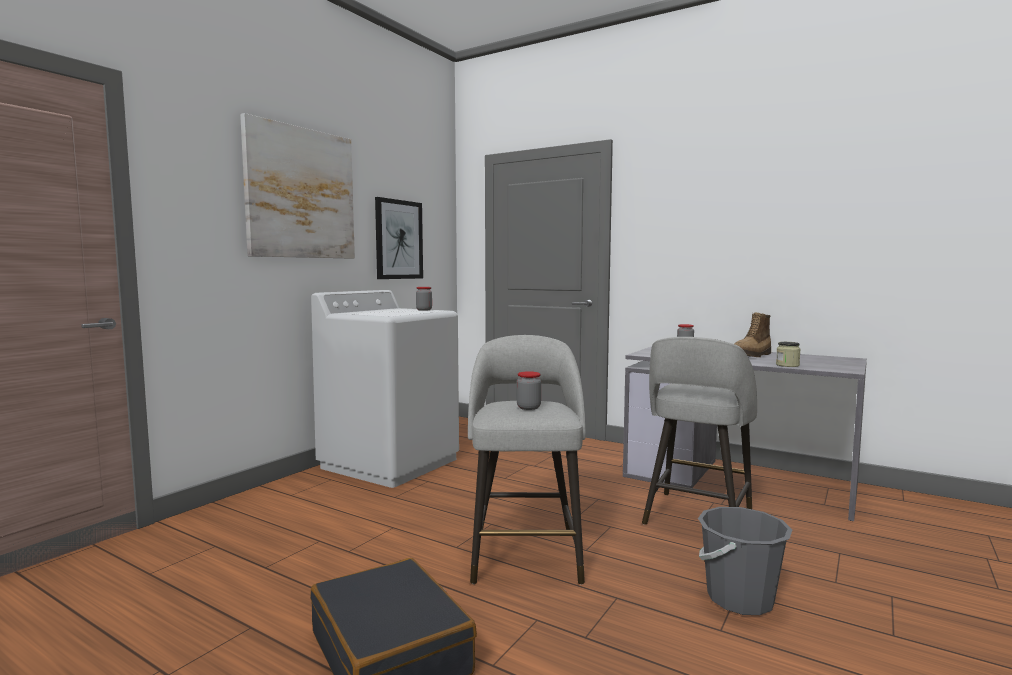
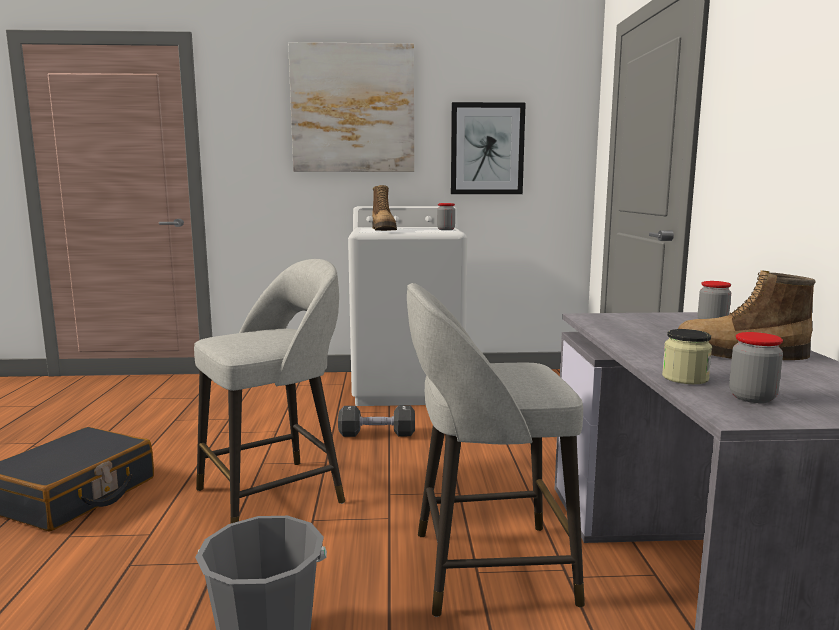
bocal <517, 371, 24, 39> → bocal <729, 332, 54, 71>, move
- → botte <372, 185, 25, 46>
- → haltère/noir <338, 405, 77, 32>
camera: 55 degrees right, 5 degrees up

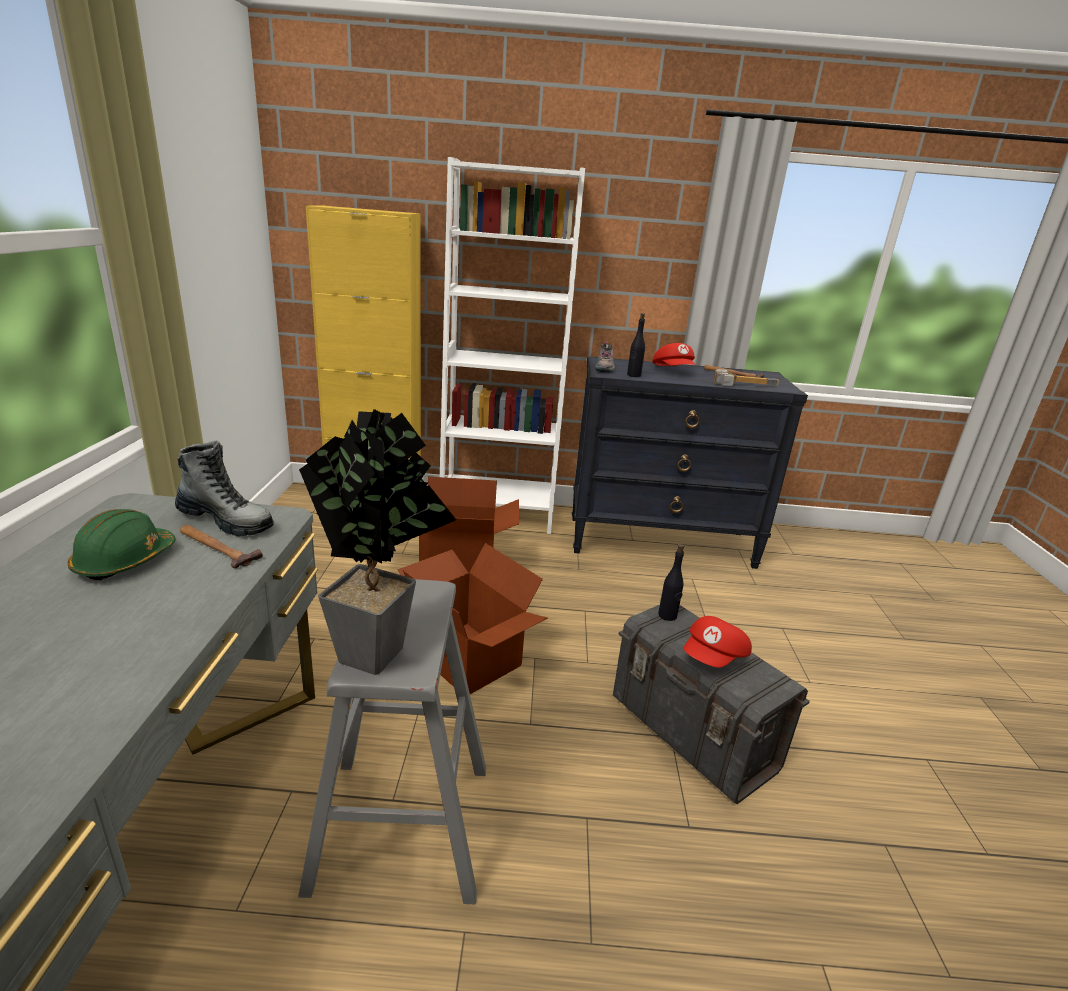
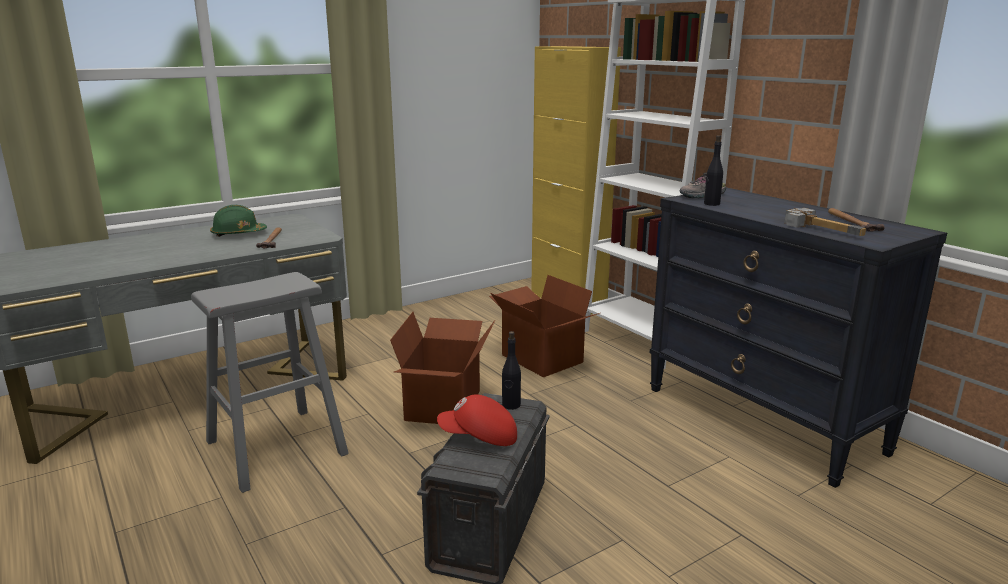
casquette/rouge <652, 343, 44, 23> → -
plante en pot <299, 409, 157, 266> → -
botte <175, 440, 99, 96> → -
camera: 55 degrees right, 5 degrees down

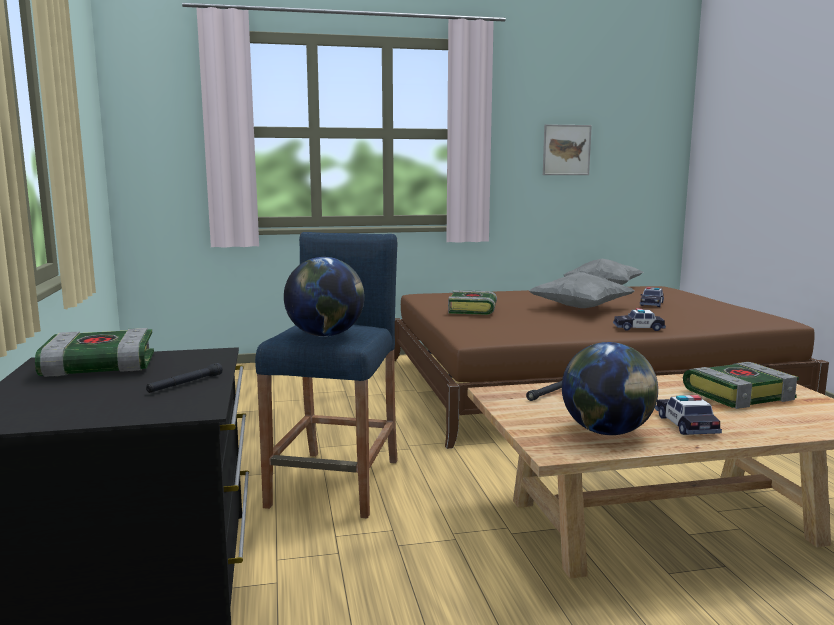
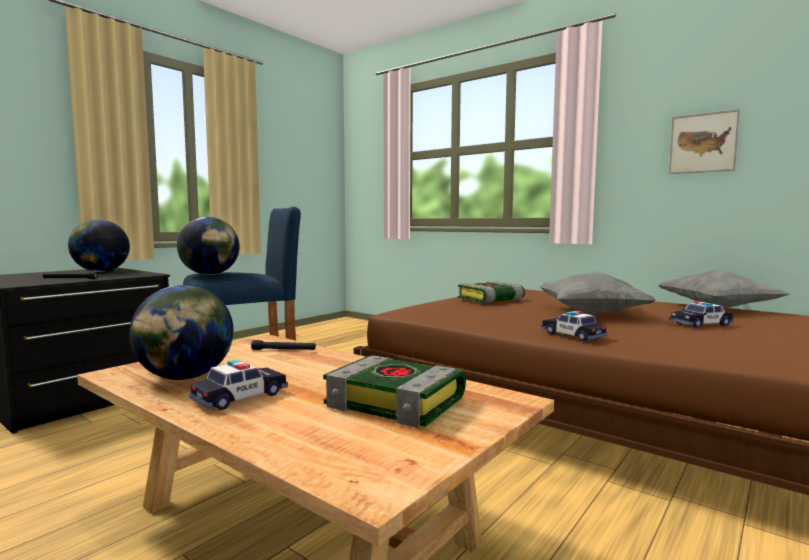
livre <35, 328, 119, 49> → globe <68, 219, 62, 53>
camera: 50 degrees right, 5 degrees down

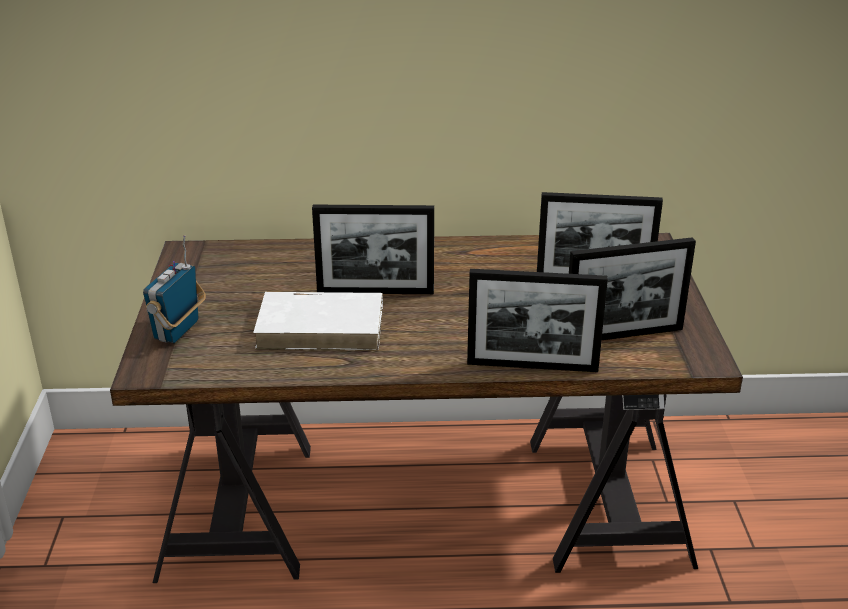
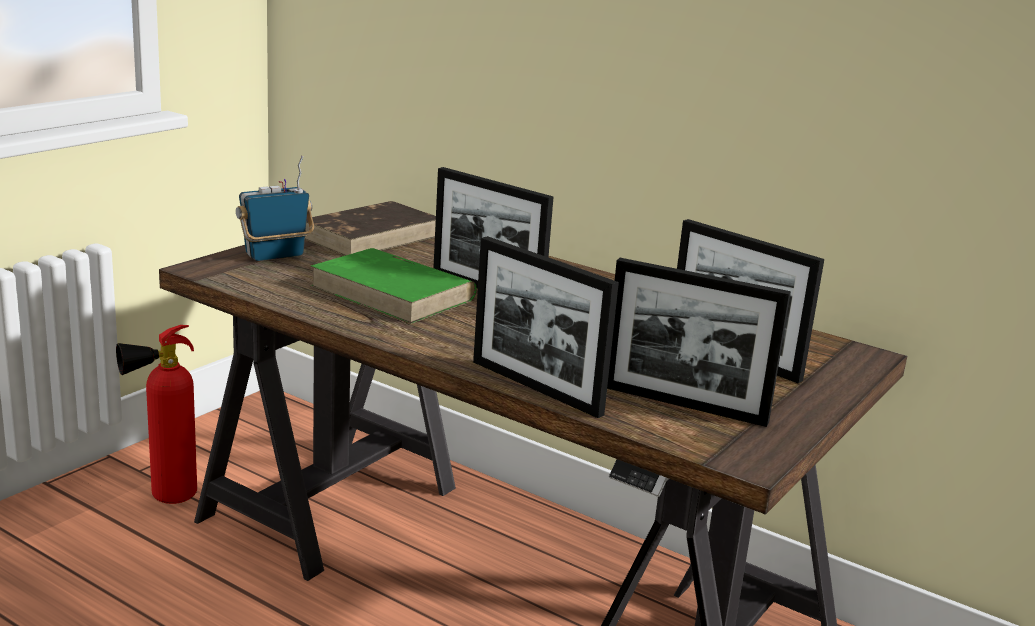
livre/blanc <253, 292, 130, 58> → livre/vert <310, 248, 167, 76>
- → livre/marron <305, 201, 131, 55>
- → extincteur <116, 325, 81, 179>
camera: 35 degrees right, 10 degrees down

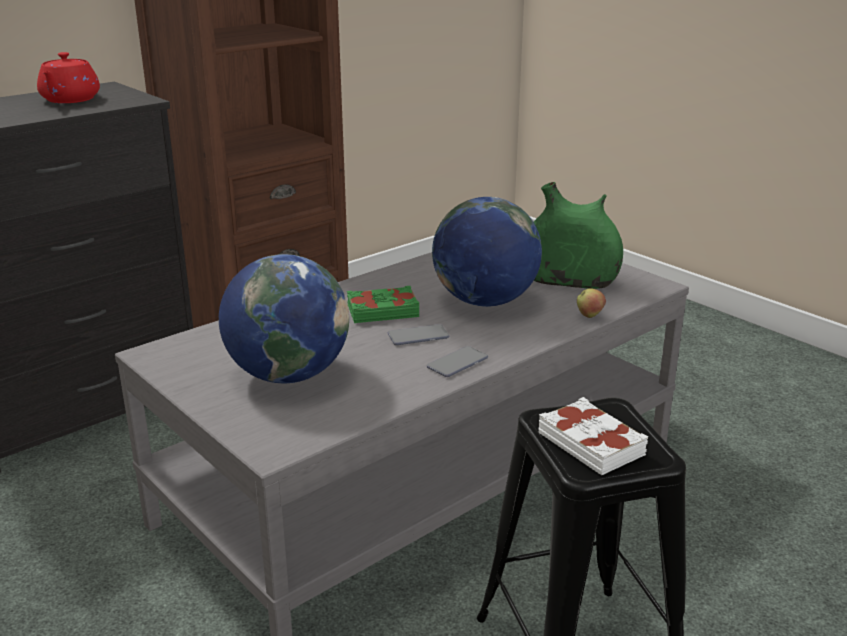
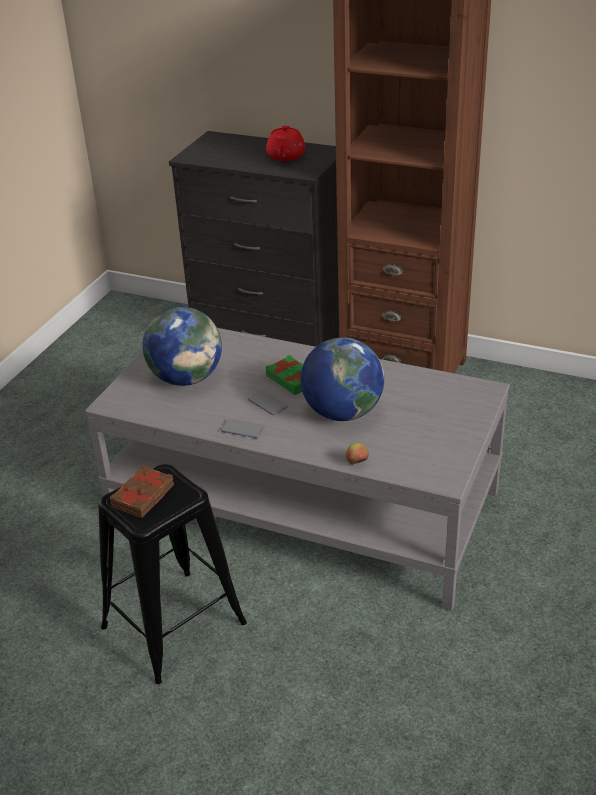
théière/rouge <37, 52, 63, 51> → théière/rouge <266, 126, 39, 35>, 60 degrees counterclockwise
vase/vert <534, 182, 89, 107> → -
livre/blanc <538, 397, 110, 78> → livre/marron <110, 465, 64, 53>
camera: 65 degrees right, 10 degrees up

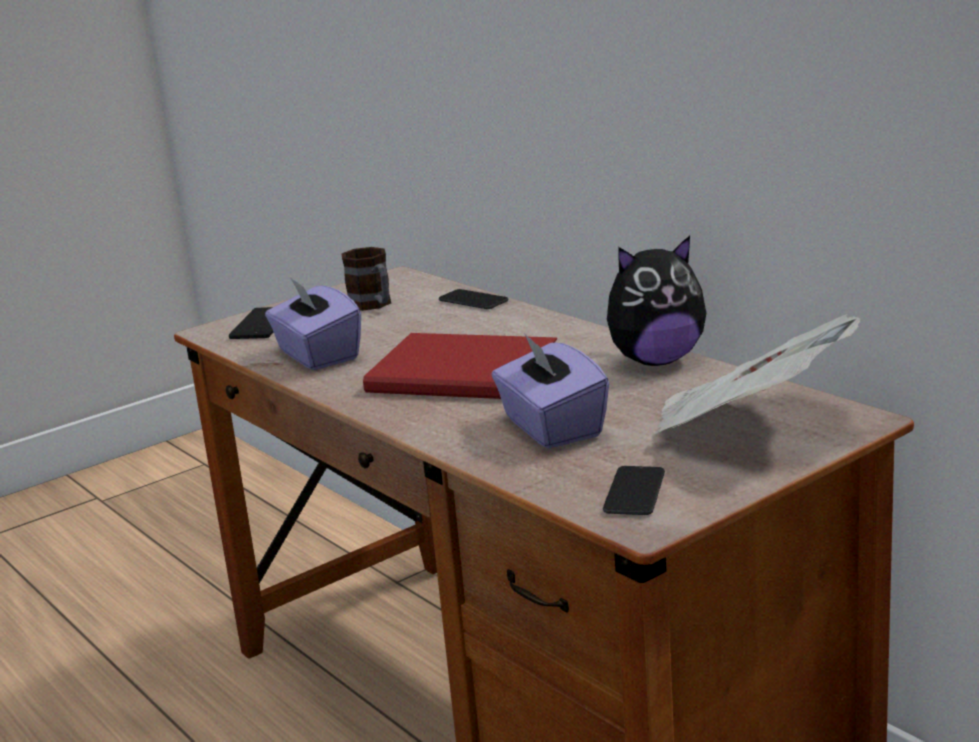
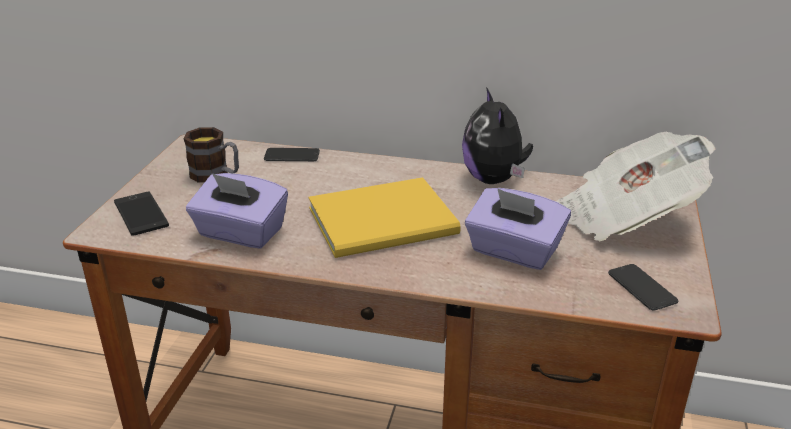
peluche <607, 236, 99, 130> → peluche <462, 87, 71, 97>, 135 degrees clockwise
livre/rouge <363, 333, 194, 66> → livre/jaune <309, 177, 152, 81>
camera: 40 degrees left, 10 degrees up

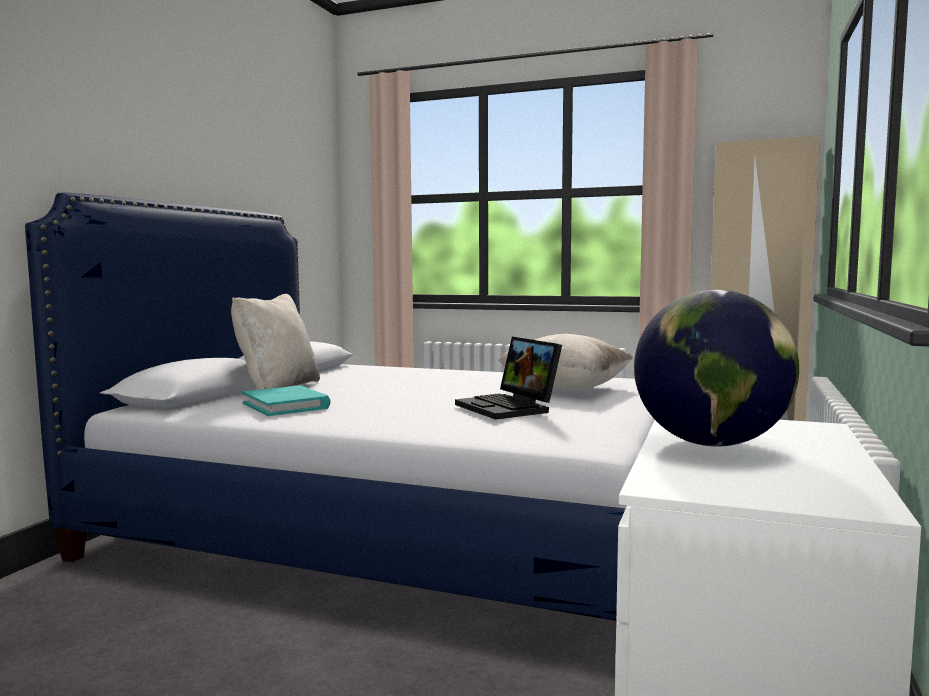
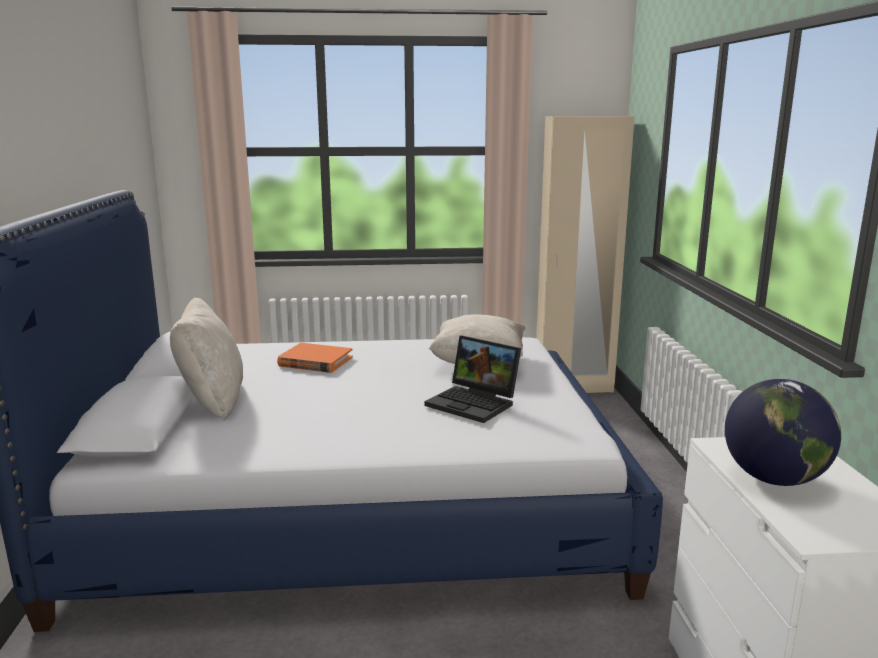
livre/turquoise <242, 385, 89, 31> → -
- → livre/orange <277, 343, 76, 30>
camera: 25 degrees left, 10 degrees up

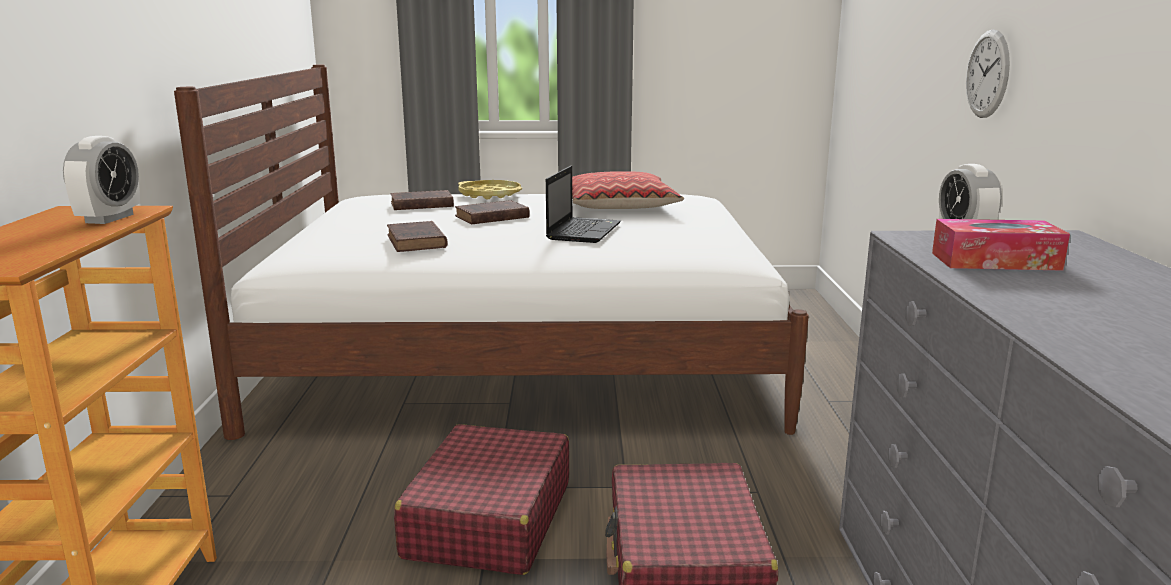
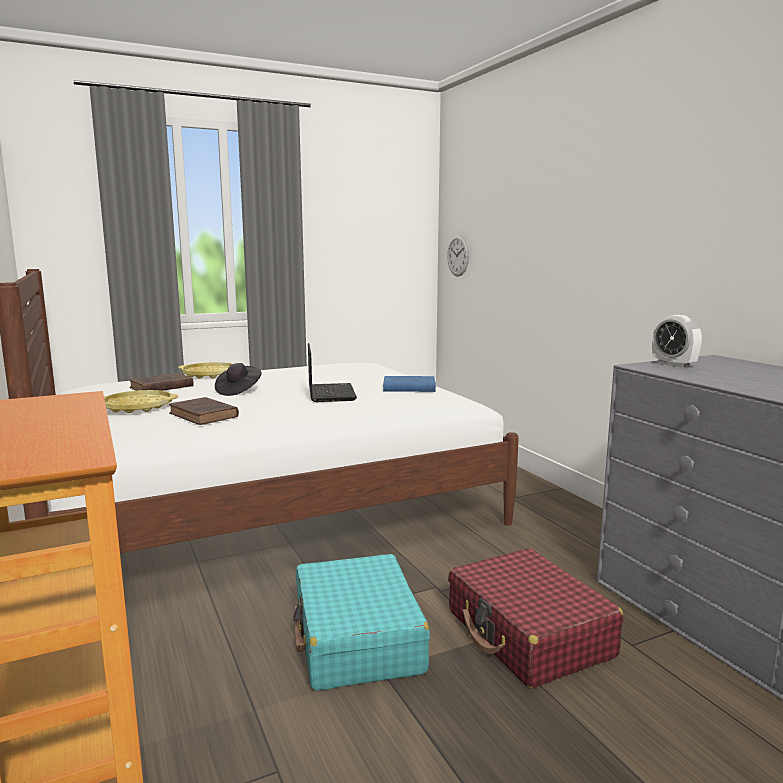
horloge murale <966, 29, 44, 89> → horloge murale <447, 235, 22, 42>, move
réveil <63, 136, 77, 88> → -
coussin <572, 171, 112, 38> → -
livre/marron <455, 200, 75, 24> → chapeau/noir <215, 363, 47, 33>
boîte à mouchoirs <932, 219, 138, 52> → -
valise/rouge <394, 424, 175, 151> → valise/turquoise <293, 554, 137, 137>
- → livre/bleu <383, 376, 53, 16>
- → plateau/jaune <104, 390, 74, 23>
camera: 25 degrees left, 5 degrees down

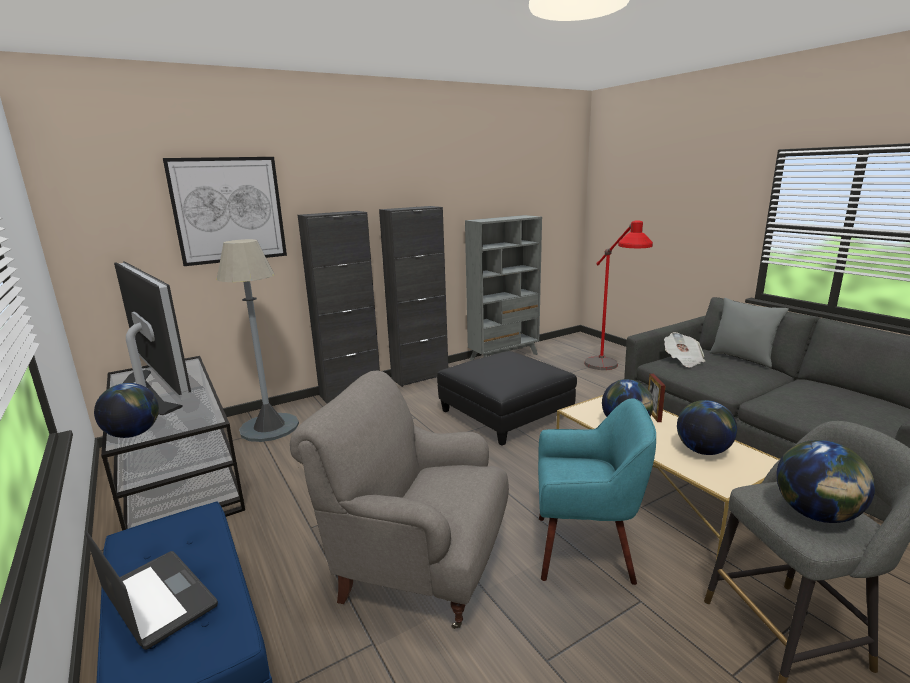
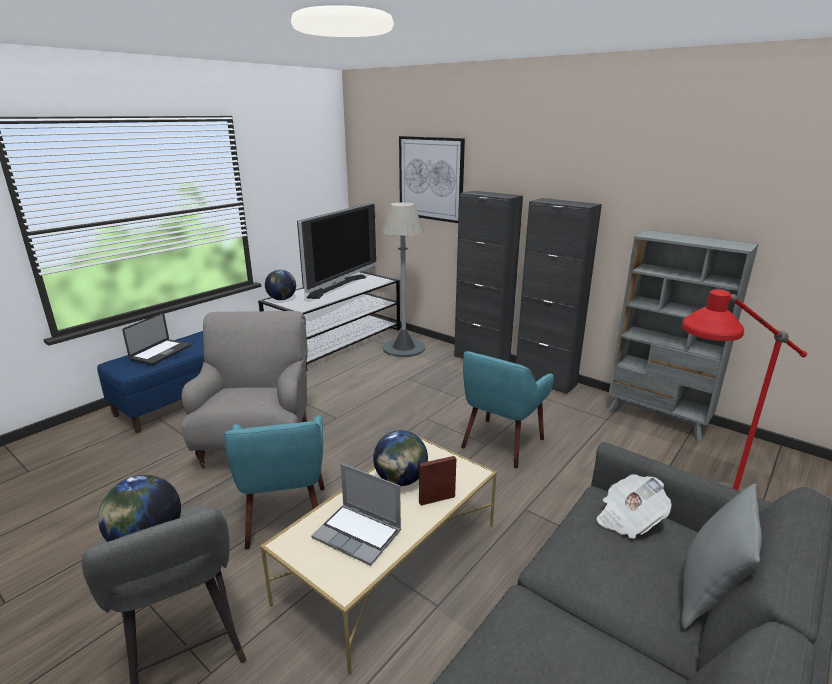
pouf/noir <437, 351, 140, 95> → fauteuil/turquoise <461, 351, 93, 117>
globe <677, 400, 60, 55> → ordinateur portable <311, 463, 90, 103>
camera: 70 degrees right, 5 degrees up

